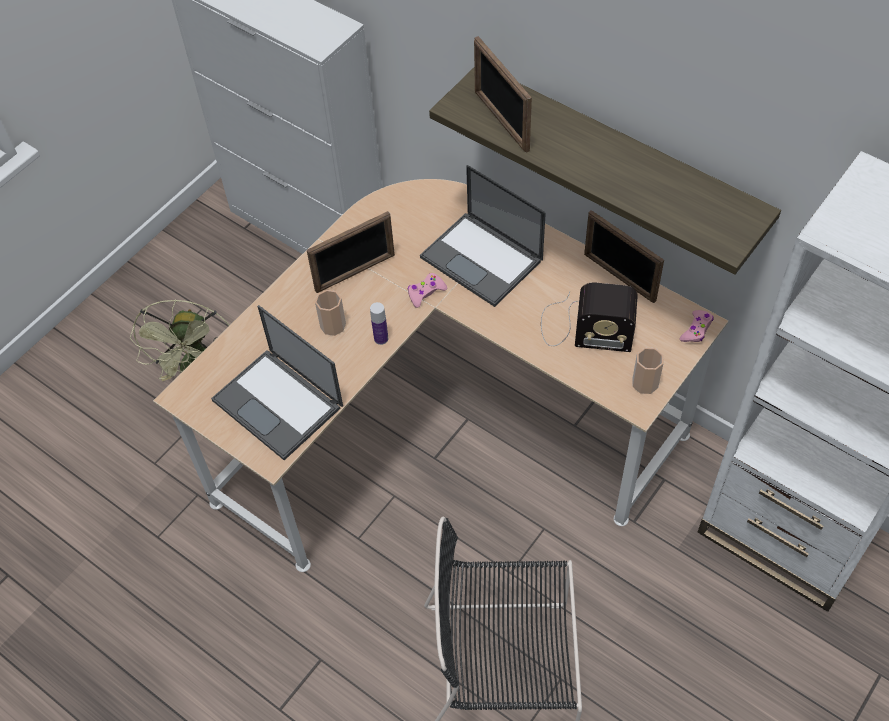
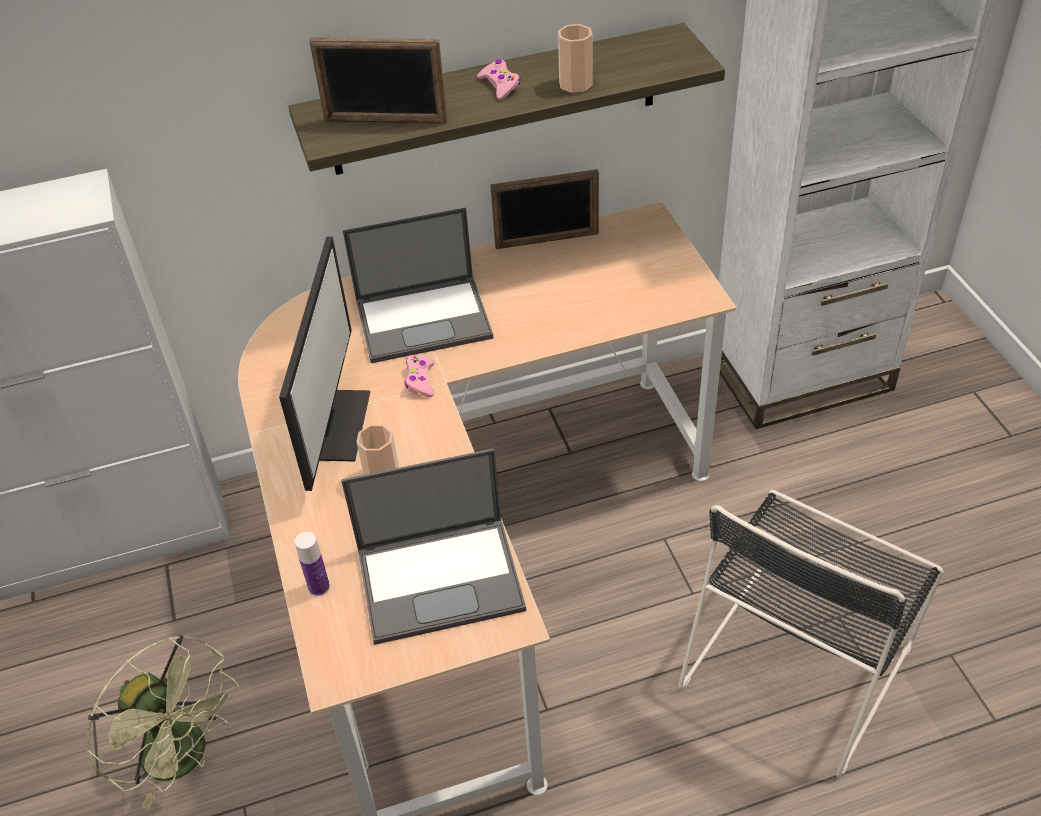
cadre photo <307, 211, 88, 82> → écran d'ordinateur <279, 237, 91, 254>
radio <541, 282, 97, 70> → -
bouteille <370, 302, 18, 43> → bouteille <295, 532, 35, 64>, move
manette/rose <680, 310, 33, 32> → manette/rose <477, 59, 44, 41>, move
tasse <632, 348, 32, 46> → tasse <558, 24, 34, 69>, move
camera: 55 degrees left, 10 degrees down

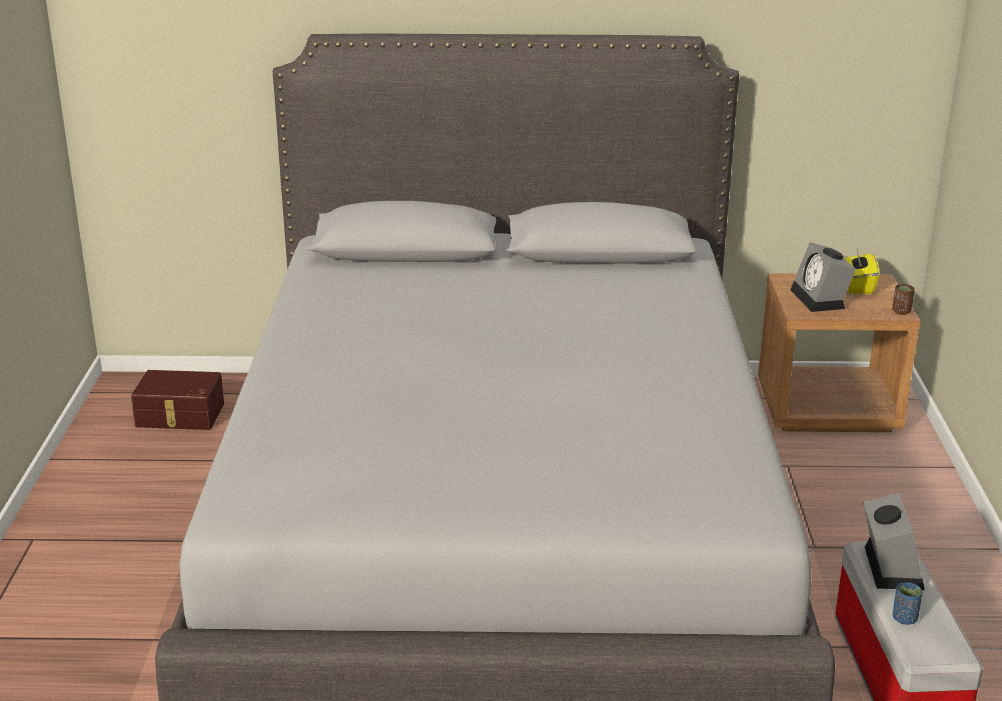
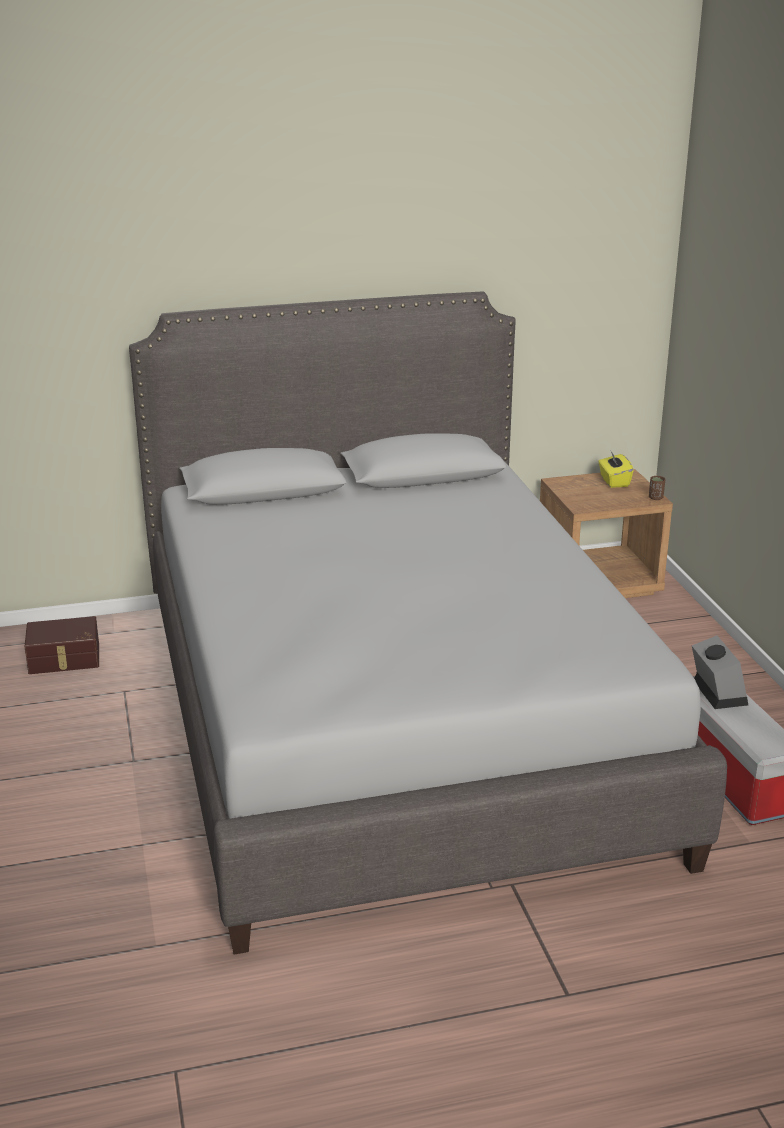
réveil <791, 242, 65, 70> → -
tasse/bleu <893, 582, 30, 43> → -
camera: 15 degrees left, 0 degrees up

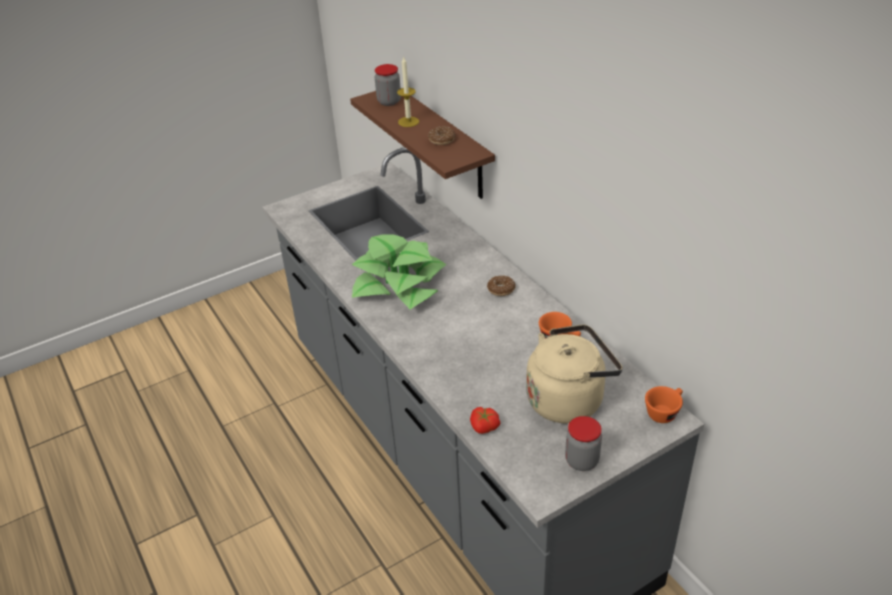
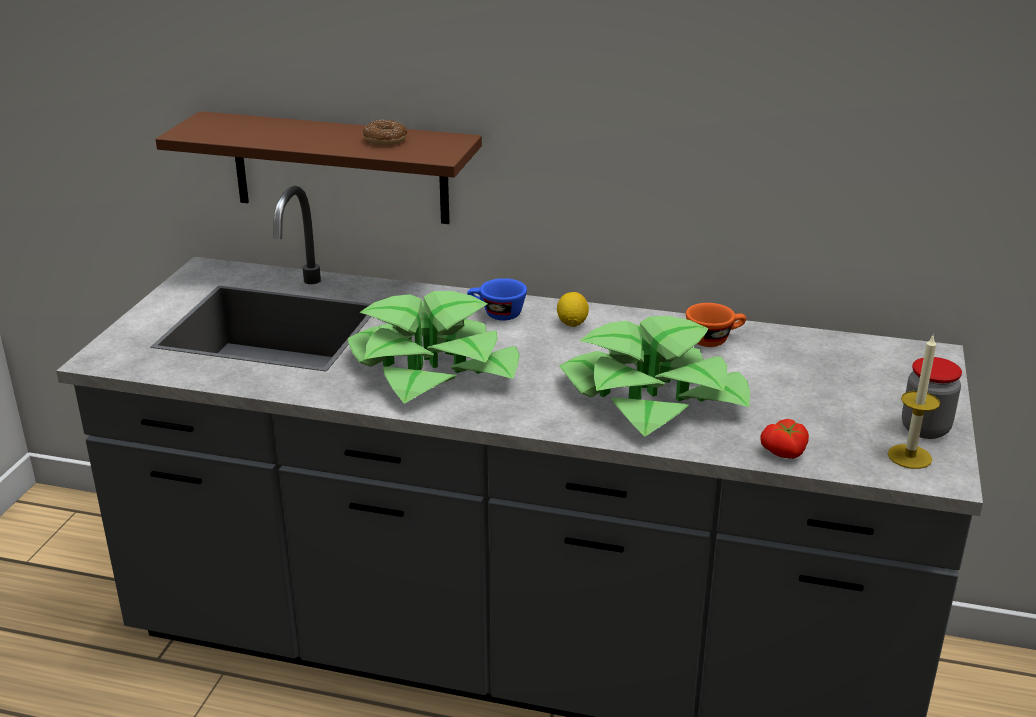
bougie <397, 56, 22, 71> → bougie <888, 336, 52, 133>, move
bocal <375, 64, 26, 42> → -
beignet <487, 275, 29, 21> → citron <557, 292, 32, 35>
bouilloire/beige <526, 324, 96, 99> → -
tasse/orange <645, 386, 38, 37> → -
- → tasse/bleu <467, 278, 60, 43>
- → plante en pot <559, 316, 191, 121>
camera: 45 degrees left, 10 degrees down

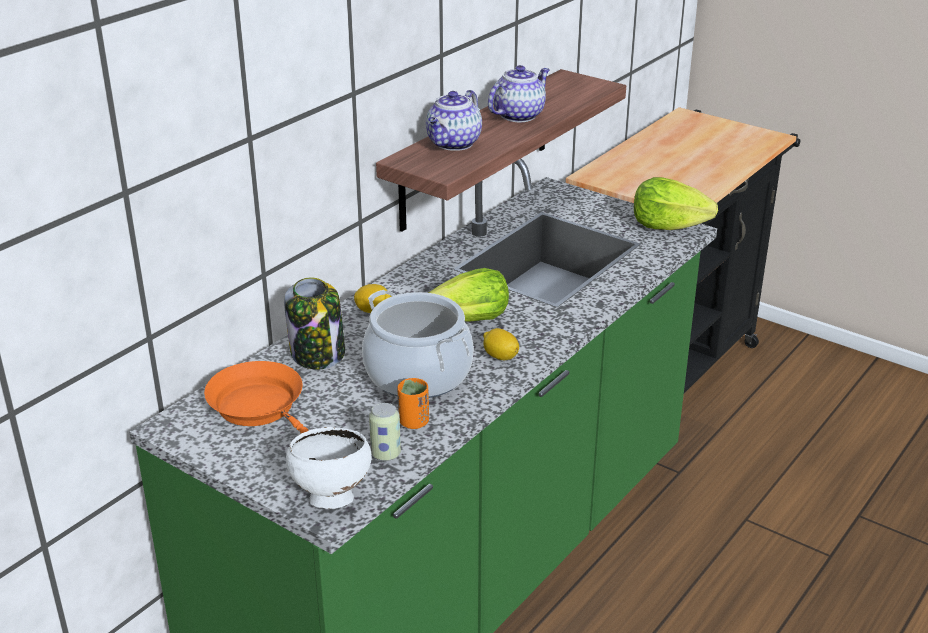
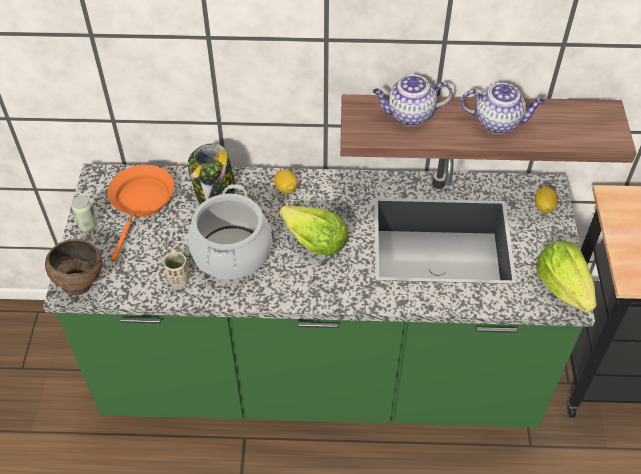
citron <483, 328, 36, 32> → citron <535, 186, 23, 27>, move
tasse/orange <397, 378, 32, 51> → tasse/beige <164, 252, 26, 35>
boîte métallique <369, 403, 32, 58> → boîte métallique <71, 196, 26, 36>, move
bol/blanc <286, 427, 85, 82> → bol/marron <45, 239, 58, 57>
camera: 55 degrees right, 20 degrees up

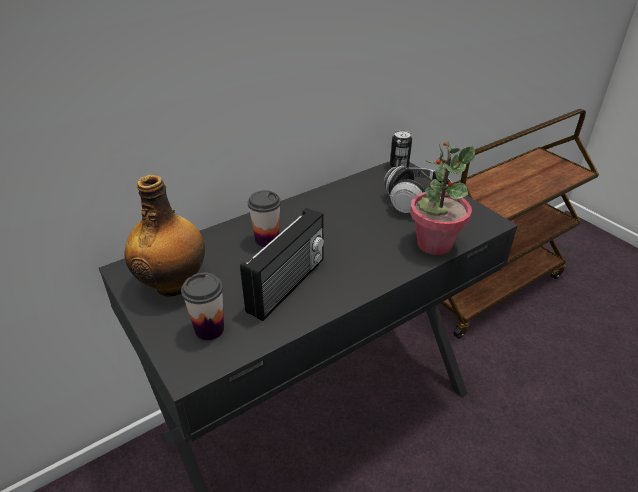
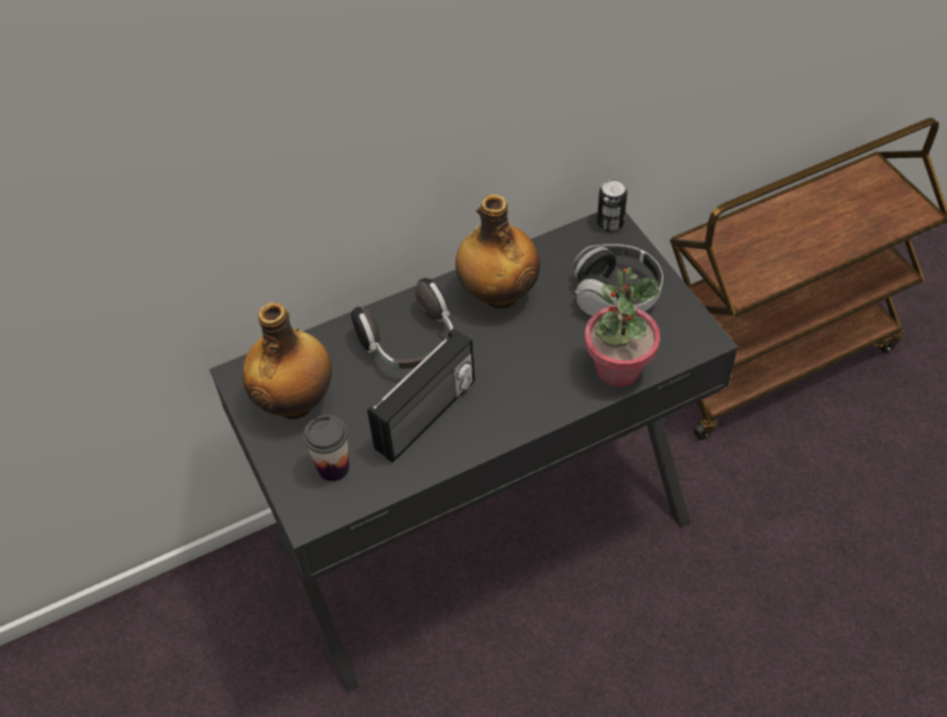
tasse <248, 190, 33, 57> → casque audio <351, 278, 103, 91>
- → bouteille <455, 194, 85, 114>
camera: 10 degrees right, 15 degrees up

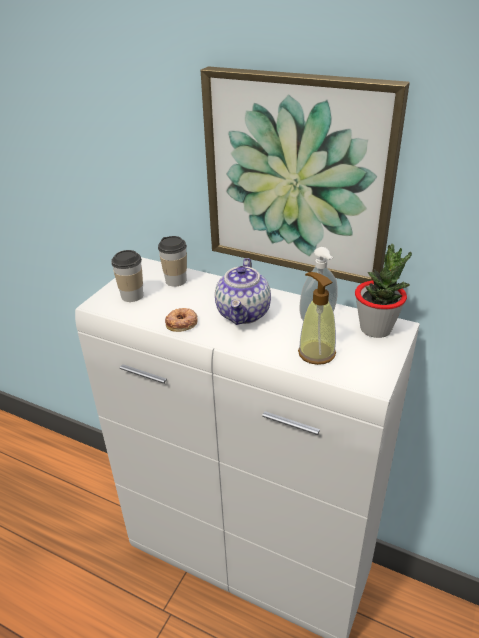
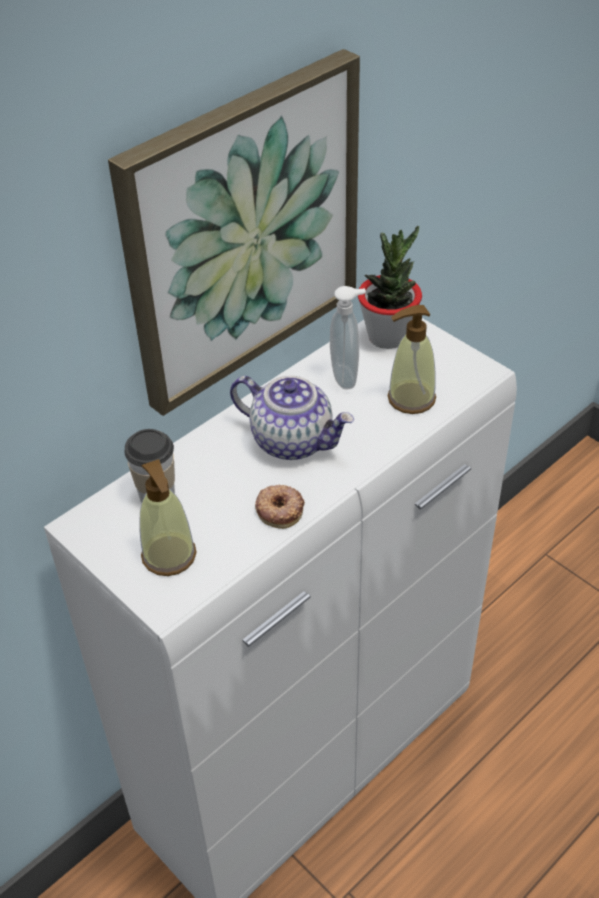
tasse <111, 250, 32, 52> → distributeur de savon <139, 459, 57, 117>
camera: 70 degrees left, 10 degrees up

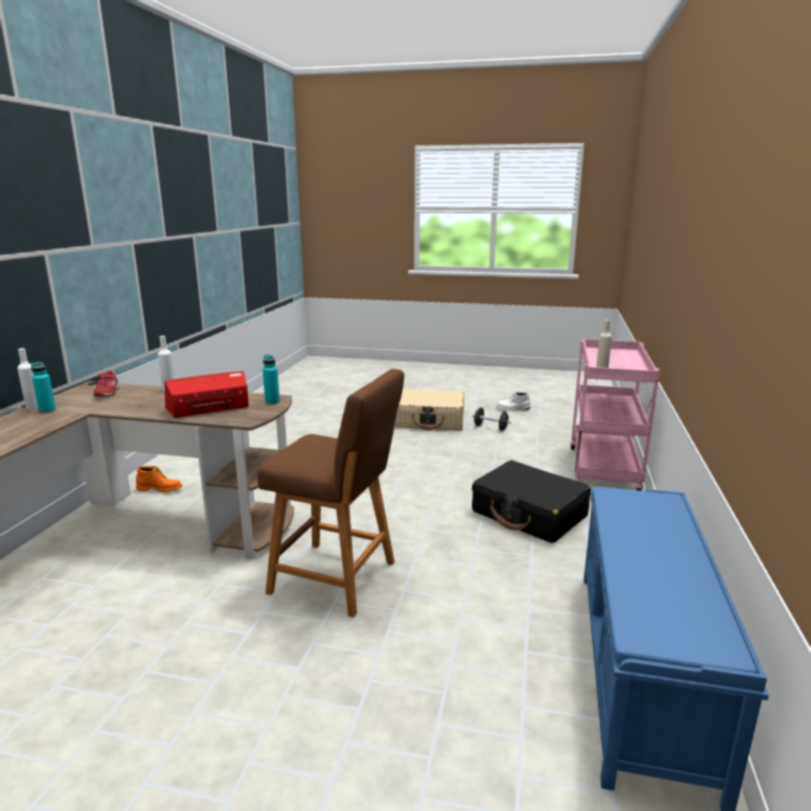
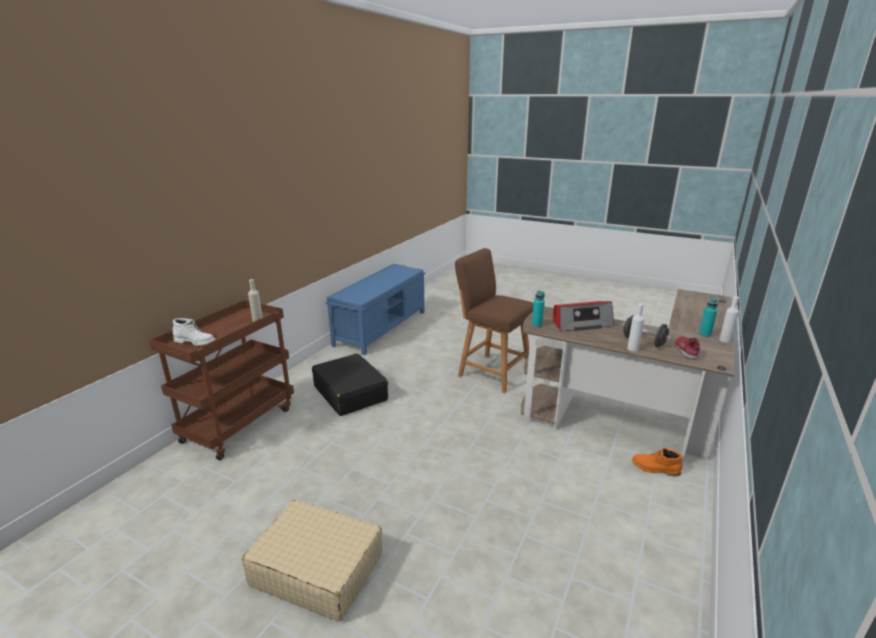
chariot/rose <570, 339, 90, 152> → chariot/marron <149, 300, 145, 160>
botte/blanc <496, 392, 34, 19> → botte/blanc <173, 318, 42, 28>, move
haltère/noir <472, 408, 39, 23> → haltère/noir <621, 315, 51, 32>, move
camera: 165 degrees left, 5 degrees up

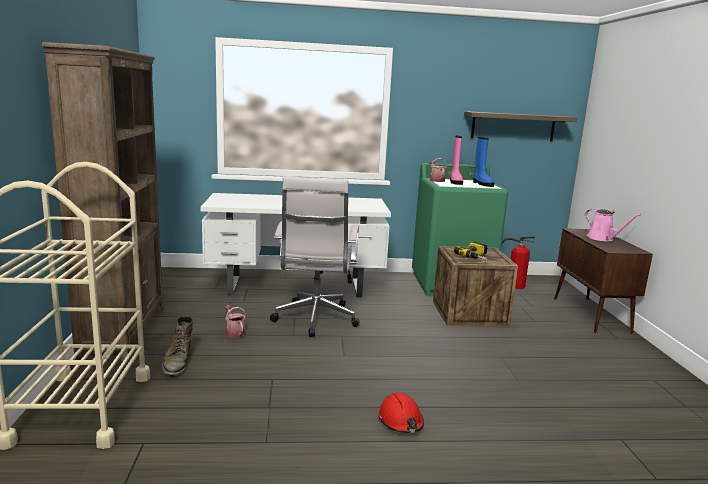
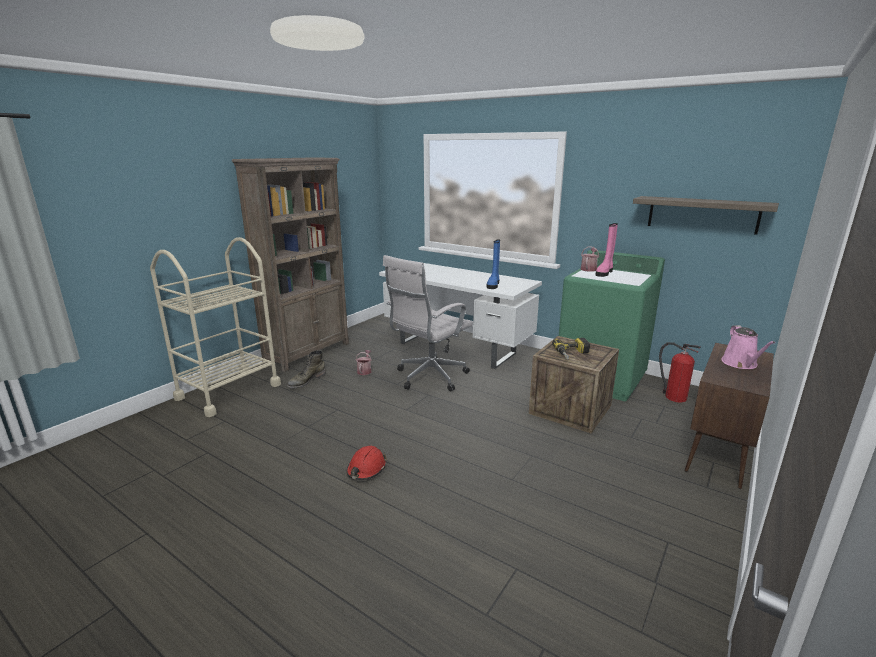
botte/bleu <473, 137, 21, 50> → botte/bleu <487, 239, 13, 50>, move
camera: 40 degrees right, 5 degrees up

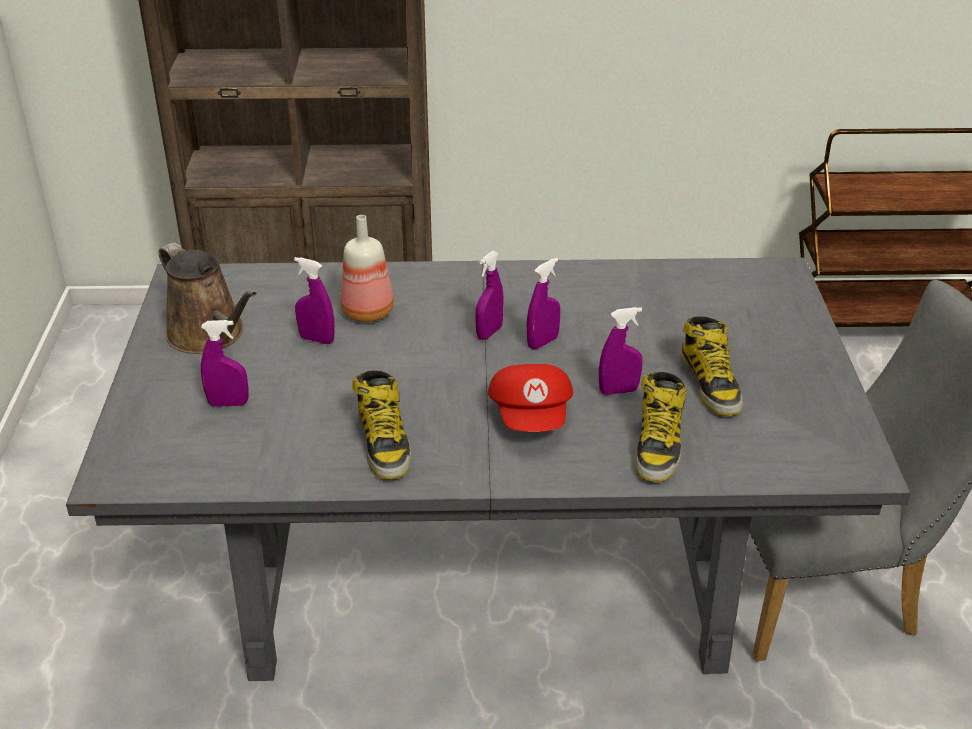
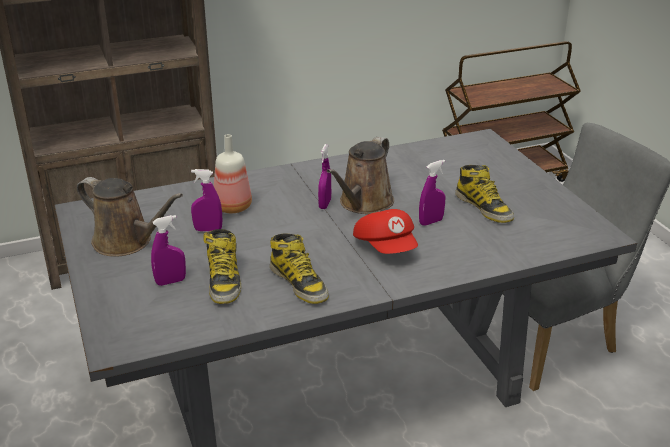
vaporisateur/violet <527, 258, 33, 91> → arrosoir/marron <327, 137, 67, 77>
botte <634, 372, 52, 110> → botte <203, 229, 38, 75>, move
camera: 20 degrees left, 5 degrees down

